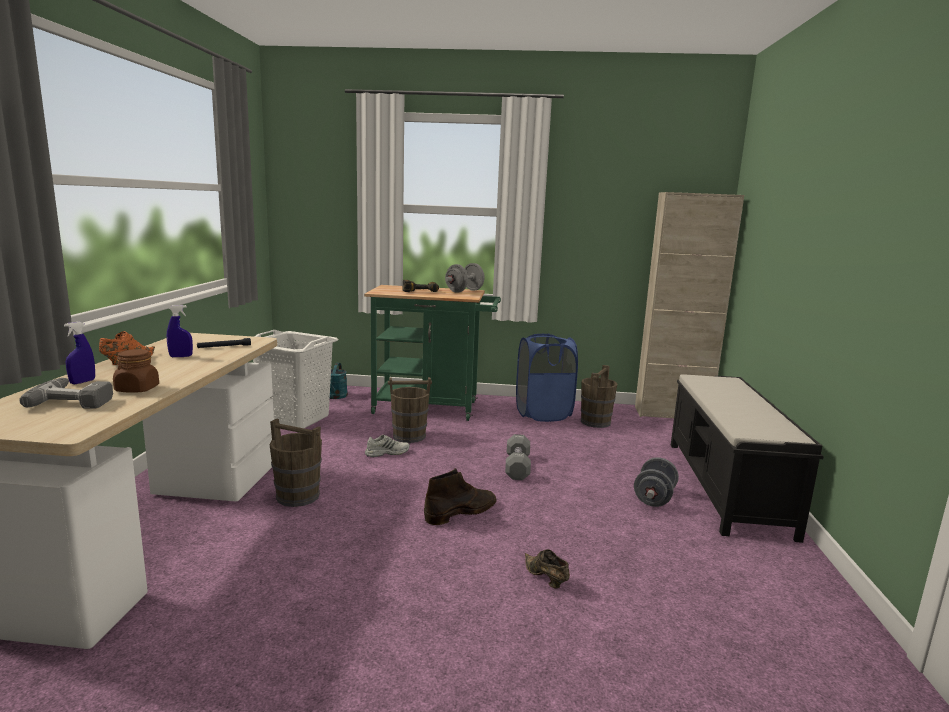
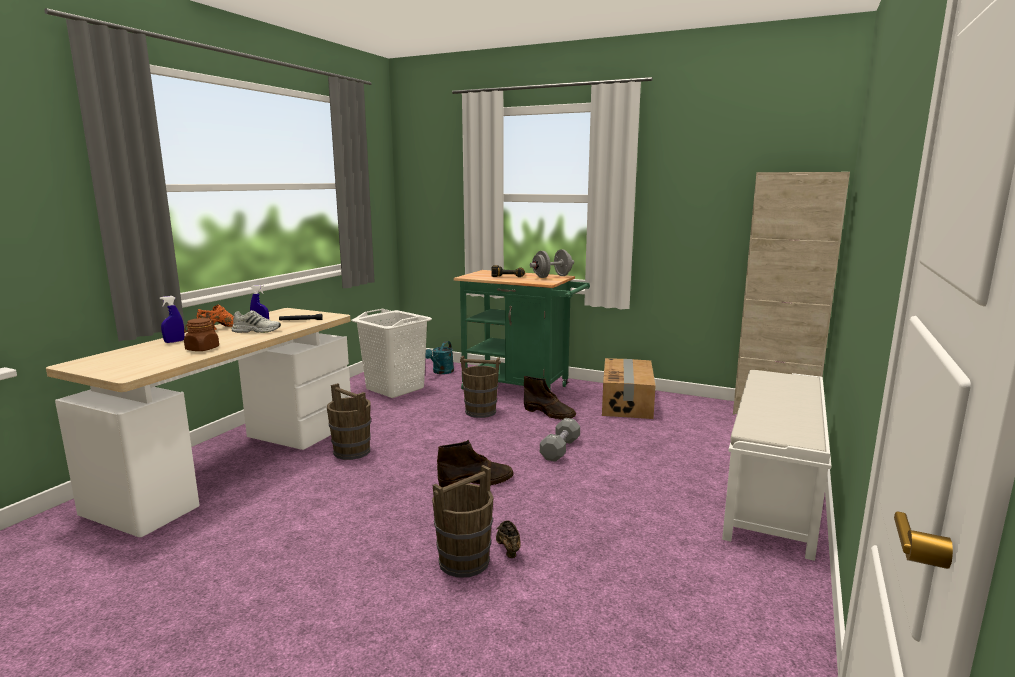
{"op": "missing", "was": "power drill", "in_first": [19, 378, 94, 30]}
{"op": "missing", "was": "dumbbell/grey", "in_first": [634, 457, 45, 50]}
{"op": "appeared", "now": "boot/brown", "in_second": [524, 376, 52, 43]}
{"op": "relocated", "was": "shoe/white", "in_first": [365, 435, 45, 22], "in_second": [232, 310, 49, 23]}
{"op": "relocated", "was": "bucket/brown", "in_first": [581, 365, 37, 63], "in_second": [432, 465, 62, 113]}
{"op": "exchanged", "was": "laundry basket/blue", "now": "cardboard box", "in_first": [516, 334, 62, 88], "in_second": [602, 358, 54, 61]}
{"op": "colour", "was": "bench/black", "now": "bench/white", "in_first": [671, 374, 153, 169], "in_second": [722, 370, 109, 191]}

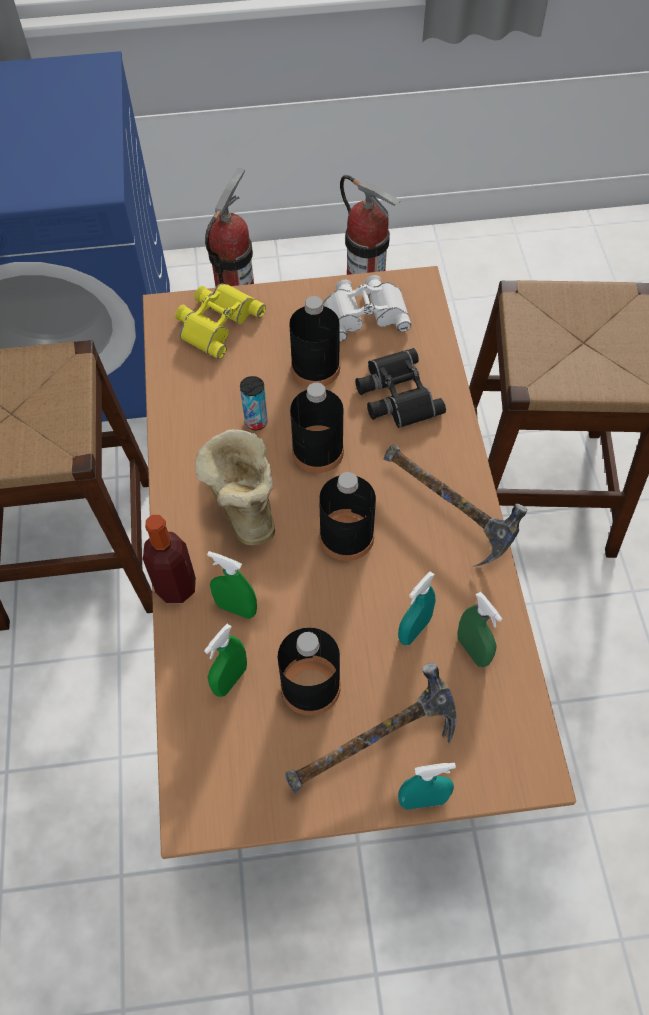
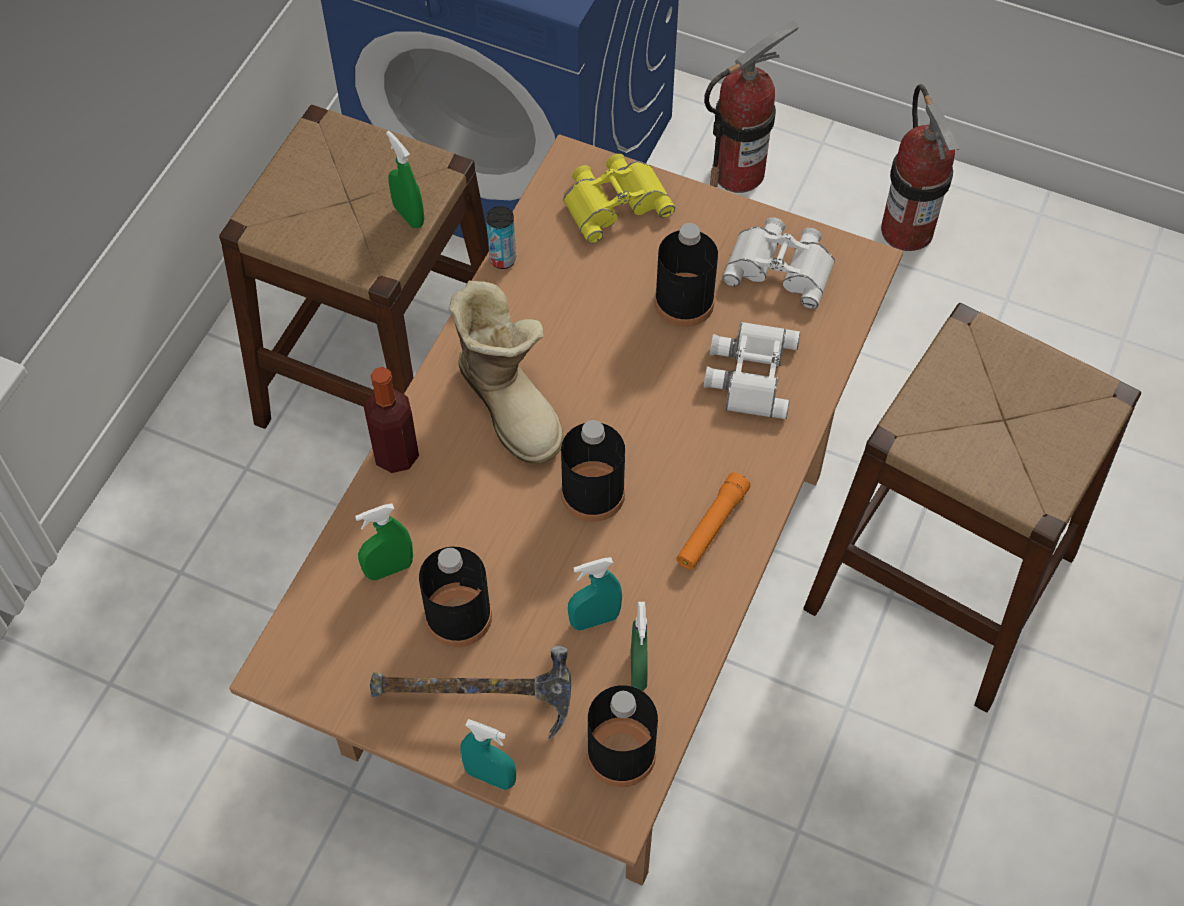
{"op": "relocated", "was": "spray bottle/green", "in_first": [207, 551, 50, 68], "in_second": [386, 131, 38, 97]}
{"op": "relocated", "was": "can", "in_first": [240, 376, 28, 54], "in_second": [486, 206, 30, 63]}
{"op": "relocated", "was": "bottle/black", "in_first": [290, 382, 54, 91], "in_second": [587, 685, 71, 102]}
{"op": "exchanged", "was": "hammer", "now": "flashlight/orange", "in_first": [384, 444, 144, 123], "in_second": [676, 472, 75, 98]}
{"op": "colour", "was": "binoculars/black", "now": "binoculars/white", "in_first": [355, 348, 91, 80], "in_second": [704, 322, 96, 97]}
{"op": "spun", "was": "boot", "in_first": [195, 429, 80, 116], "in_second": [449, 281, 115, 183], "clockwise": 135}

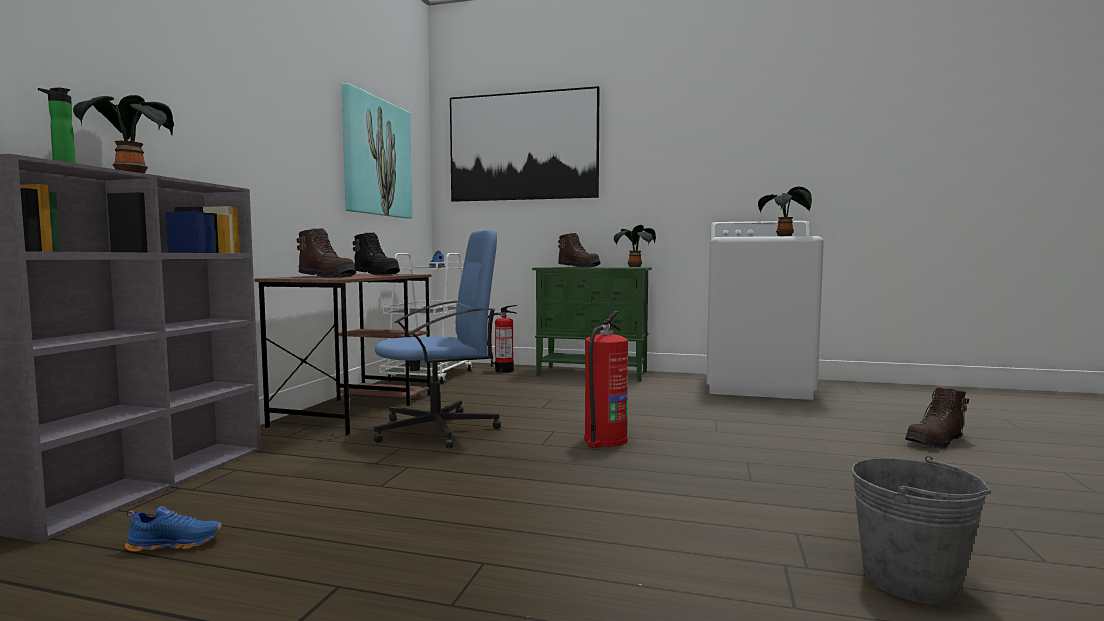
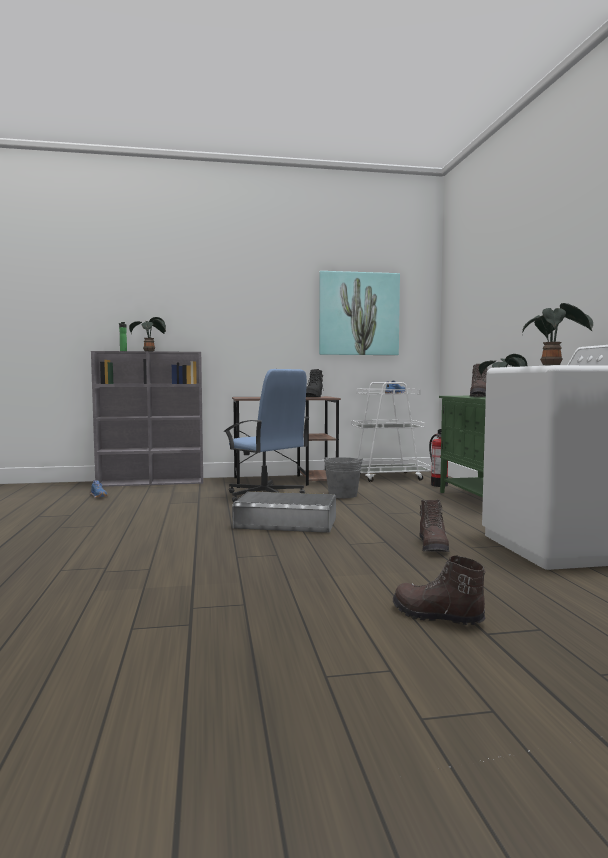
{"op": "missing", "was": "picture", "in_first": [450, 86, 150, 116]}
{"op": "relocated", "was": "boot/brown", "in_first": [297, 228, 59, 50], "in_second": [420, 500, 29, 52]}
{"op": "relocated", "was": "bucket/grey", "in_first": [851, 456, 140, 148], "in_second": [324, 457, 39, 41]}
{"op": "exchanged", "was": "fire extinguisher", "now": "storage box/grey", "in_first": [584, 311, 44, 137], "in_second": [232, 491, 104, 42]}

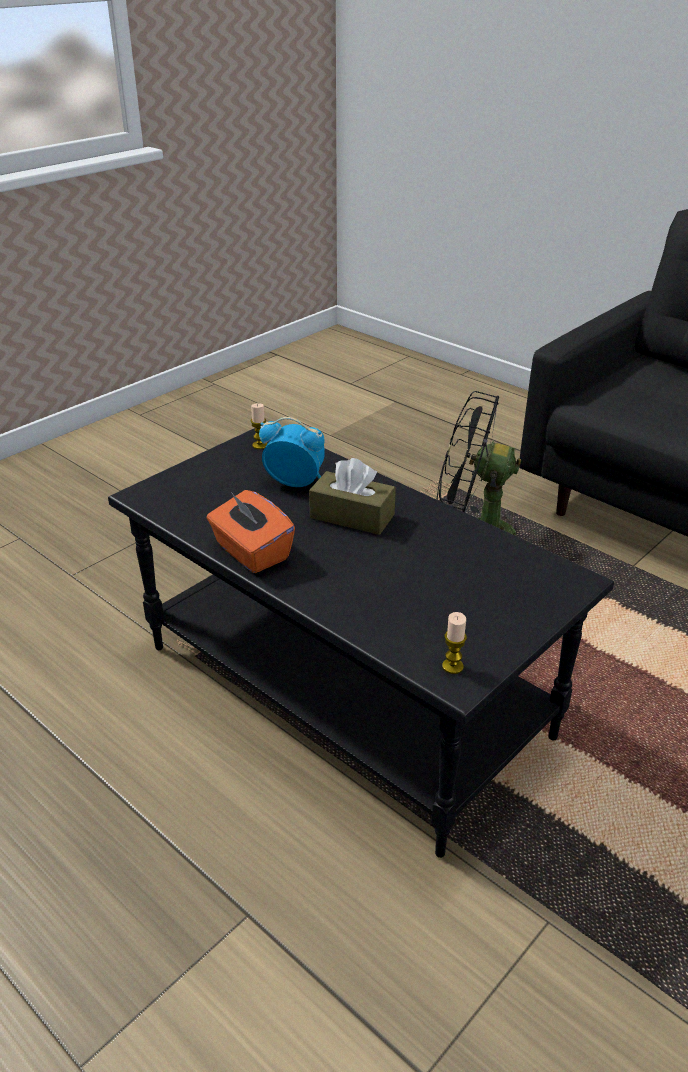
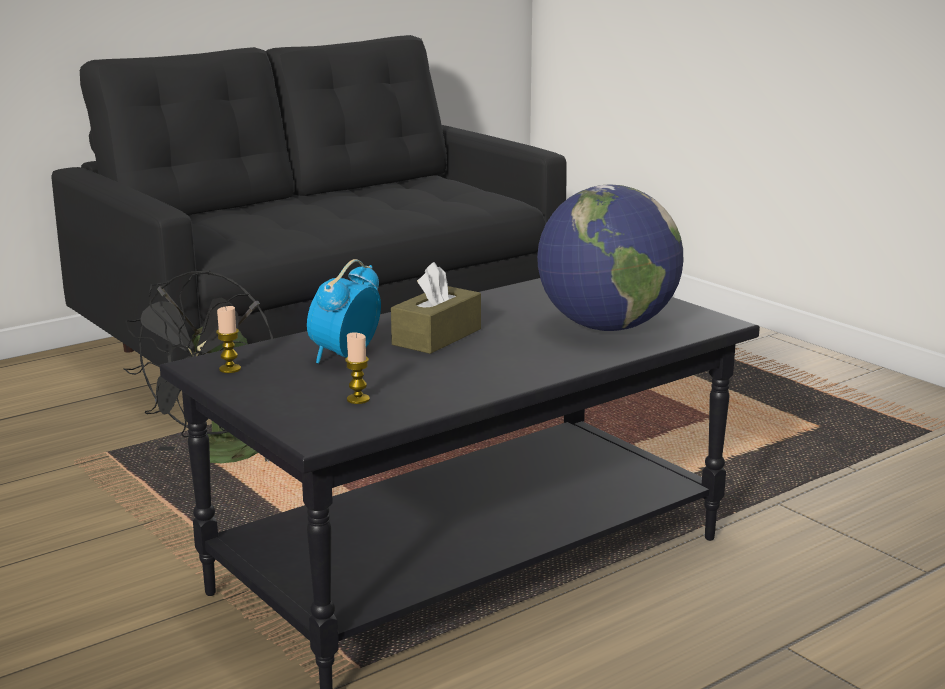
{"op": "missing", "was": "tissue box/orange", "in_first": [207, 490, 88, 83]}
{"op": "appeared", "now": "globe", "in_second": [537, 184, 146, 147]}
{"op": "relocated", "was": "candle", "in_first": [442, 612, 25, 62], "in_second": [345, 332, 25, 72]}

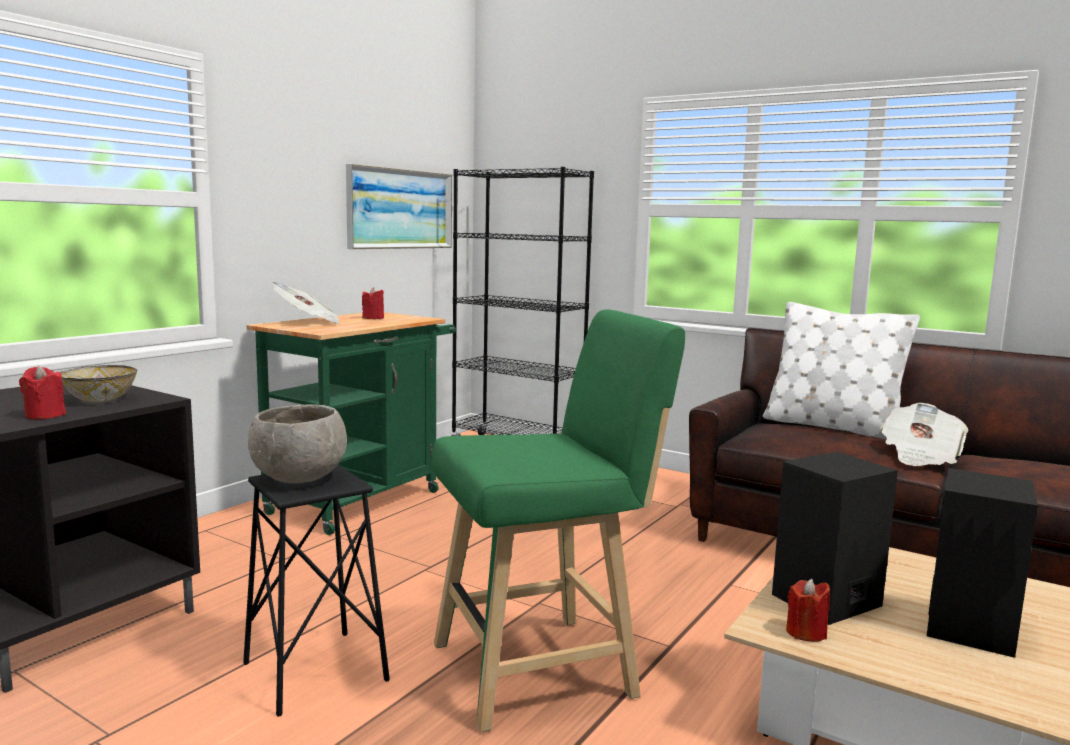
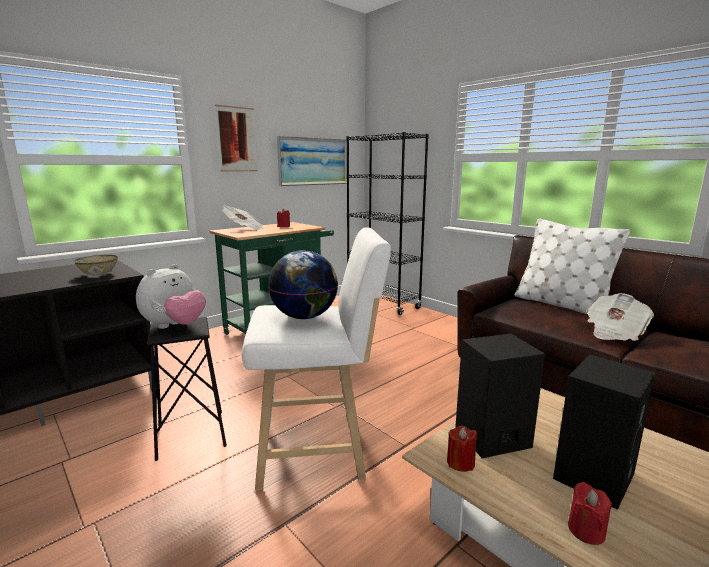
{"op": "appeared", "now": "picture", "in_second": [215, 105, 42, 67]}
{"op": "appeared", "now": "globe", "in_second": [268, 250, 70, 69]}
{"op": "relocated", "was": "candle/red", "in_first": [19, 366, 47, 53], "in_second": [568, 482, 44, 63]}
{"op": "exchanged", "was": "bowl/grey", "now": "plush toy", "in_first": [248, 404, 99, 80], "in_second": [136, 264, 70, 65]}
{"op": "colour", "was": "stool/green", "now": "stool/white", "in_first": [432, 310, 253, 422], "in_second": [242, 227, 149, 263]}

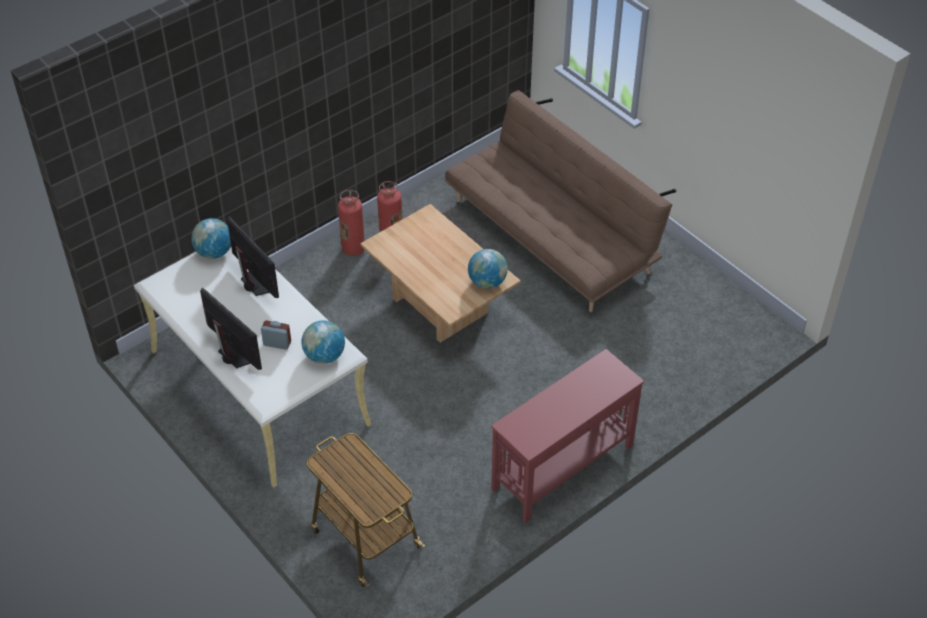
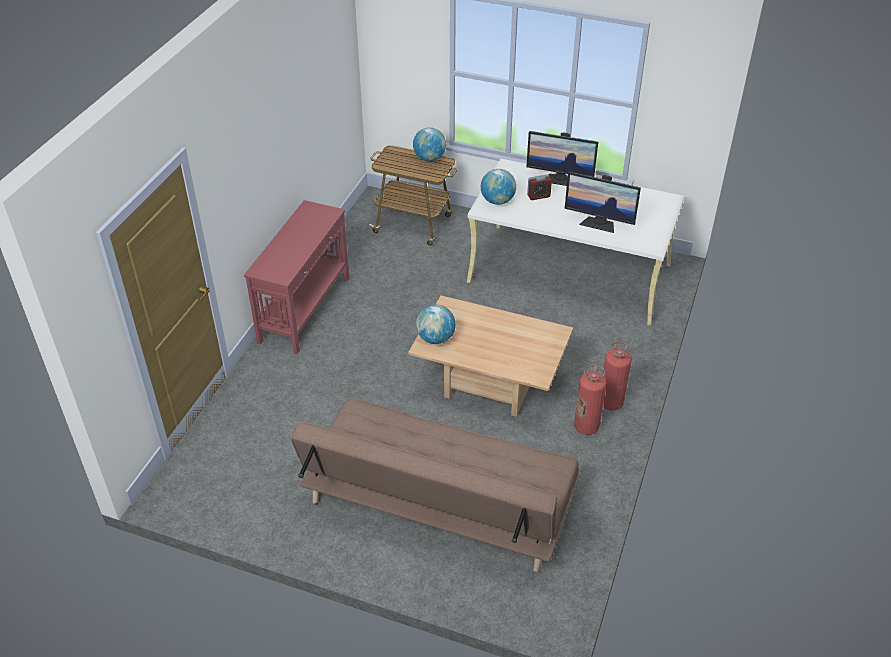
{"op": "relocated", "was": "globe", "in_first": [191, 218, 40, 41], "in_second": [413, 127, 33, 34]}

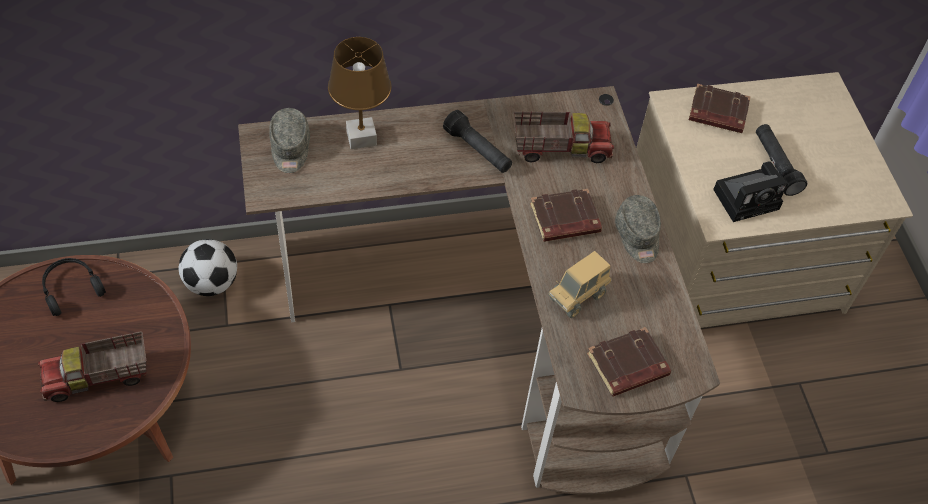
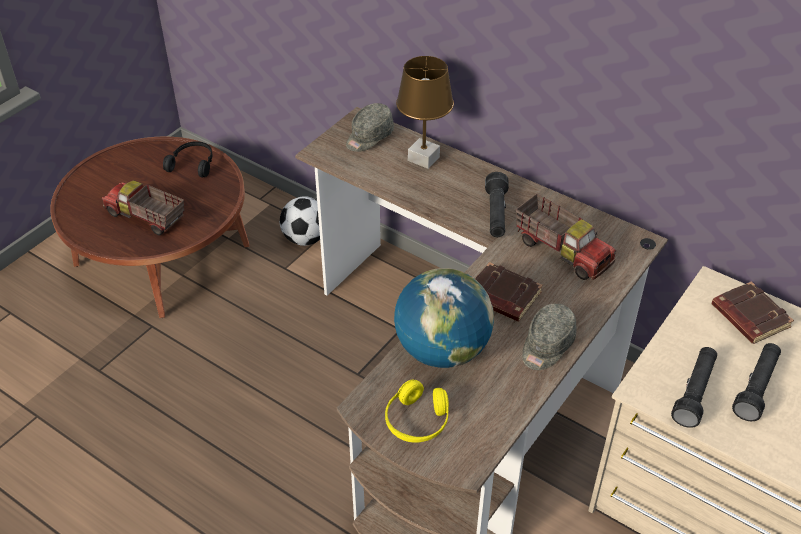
{"op": "exchanged", "was": "toy truck", "now": "globe", "in_first": [548, 251, 64, 67], "in_second": [394, 268, 100, 100]}
{"op": "exchanged", "was": "book/brown", "now": "headphones/yellow", "in_first": [587, 327, 84, 70], "in_second": [385, 380, 64, 63]}
{"op": "exchanged", "was": "photo camera", "now": "flashlight/black", "in_first": [713, 161, 74, 61], "in_second": [671, 347, 46, 81]}

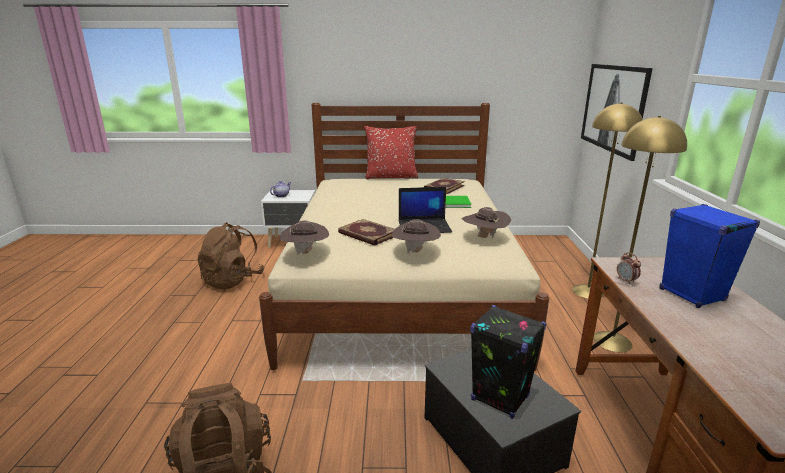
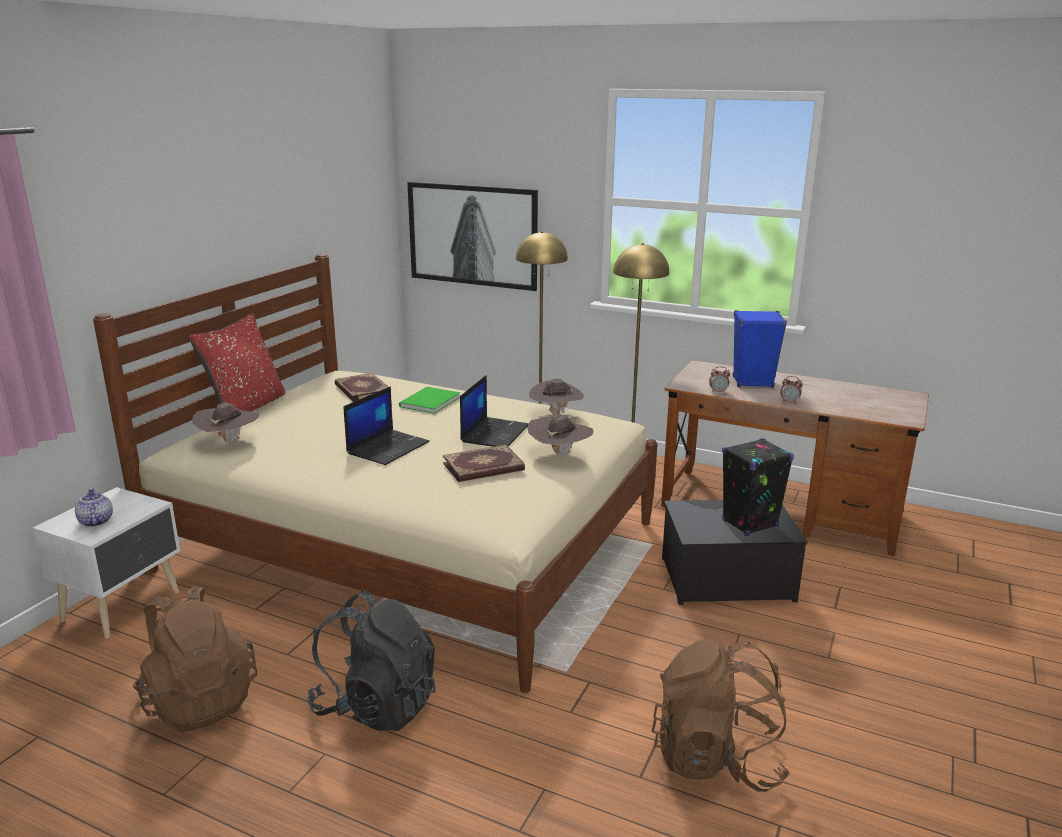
{"op": "appeared", "now": "backpack/black", "in_second": [307, 590, 129, 141]}
{"op": "appeared", "now": "laptop", "in_second": [344, 386, 86, 79]}
{"op": "appeared", "now": "alarm clock", "in_second": [781, 376, 22, 28]}
{"op": "relocated", "was": "hat/brown", "in_first": [279, 220, 50, 35], "in_second": [192, 403, 67, 43]}

